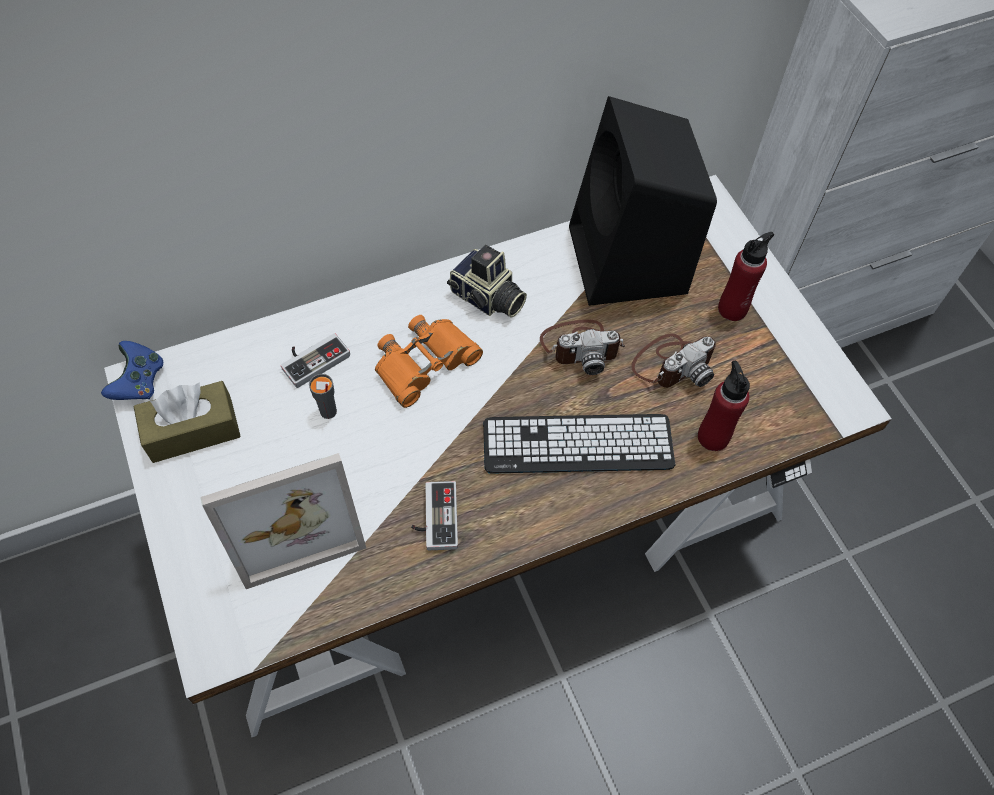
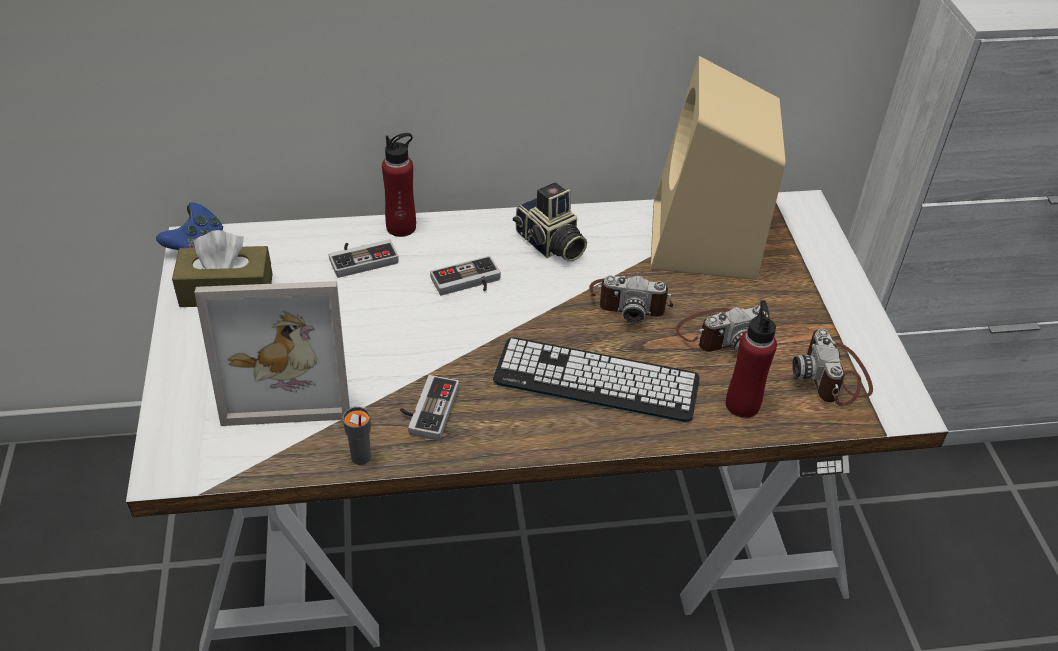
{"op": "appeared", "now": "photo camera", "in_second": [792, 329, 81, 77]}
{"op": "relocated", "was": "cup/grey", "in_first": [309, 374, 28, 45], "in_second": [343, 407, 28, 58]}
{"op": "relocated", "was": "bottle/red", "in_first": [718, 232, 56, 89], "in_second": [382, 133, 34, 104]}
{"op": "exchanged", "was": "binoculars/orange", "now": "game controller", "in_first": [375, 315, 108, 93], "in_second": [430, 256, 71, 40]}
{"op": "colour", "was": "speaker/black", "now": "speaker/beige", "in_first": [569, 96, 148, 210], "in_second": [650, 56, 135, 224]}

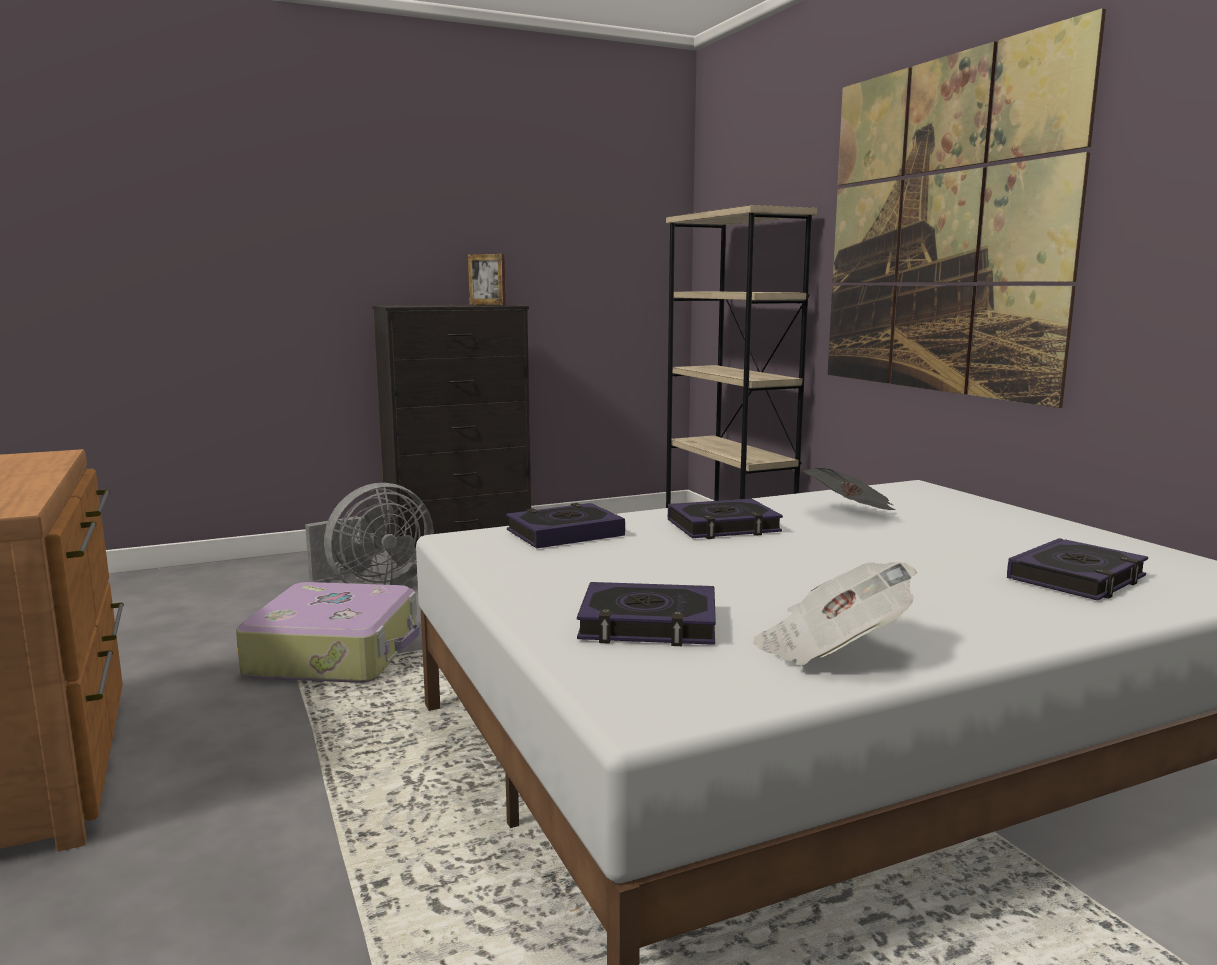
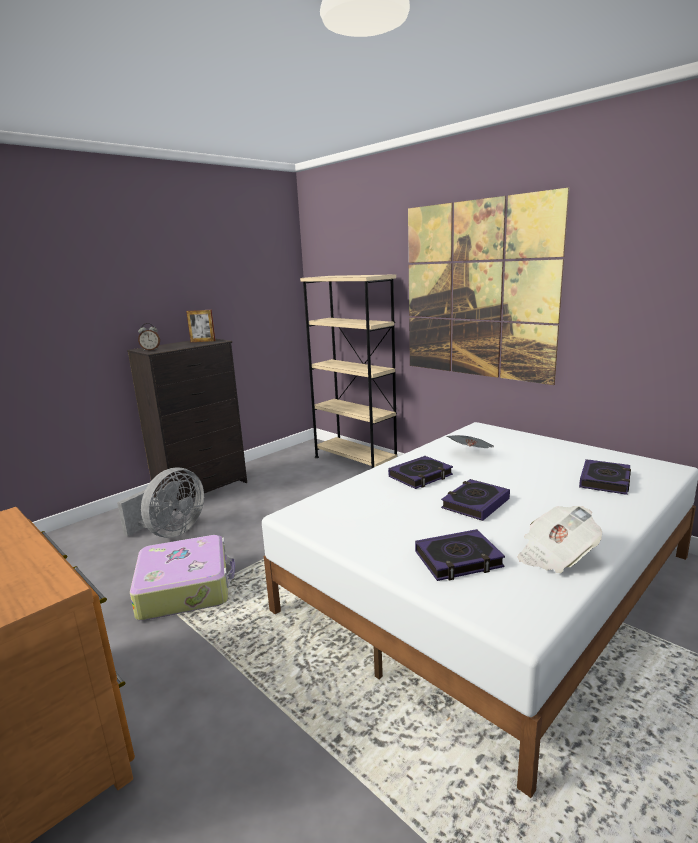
{"op": "appeared", "now": "alarm clock", "in_second": [138, 323, 22, 28]}
{"op": "relocated", "was": "book", "in_first": [506, 503, 119, 45], "in_second": [441, 479, 69, 42]}

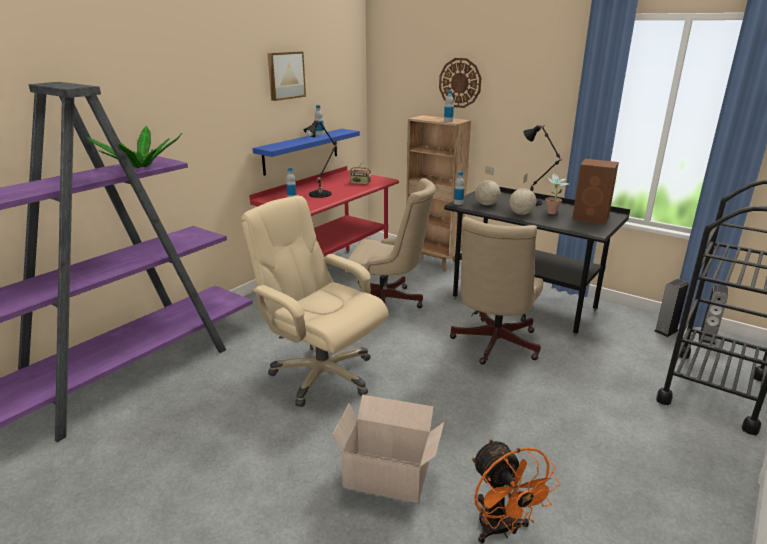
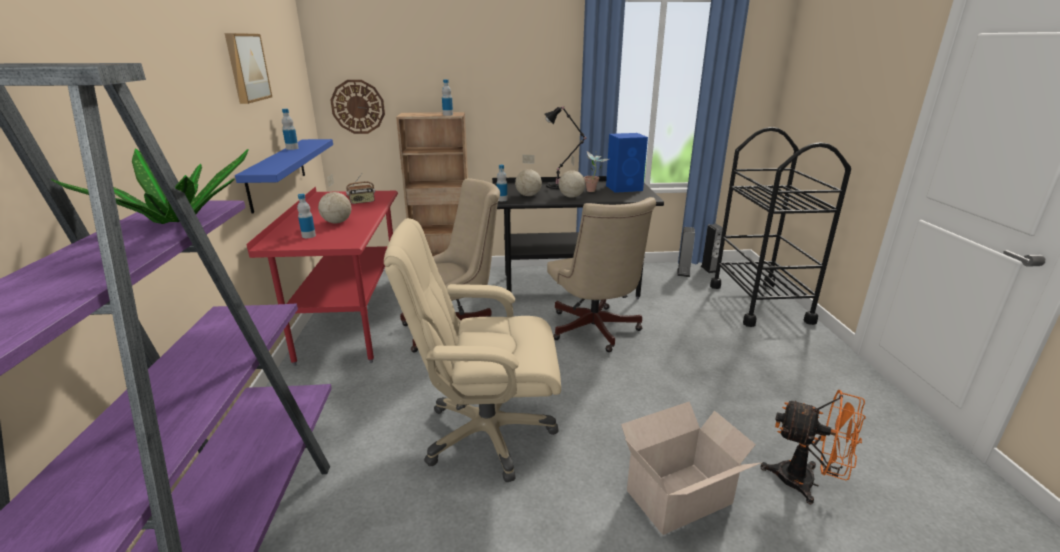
{"op": "relocated", "was": "wall clock", "in_first": [439, 58, 42, 50], "in_second": [330, 80, 55, 54]}
{"op": "exchanged", "was": "table lamp/black", "now": "globe", "in_first": [304, 120, 33, 78], "in_second": [318, 174, 33, 49]}
{"op": "colour", "was": "speaker/brown", "now": "speaker/blue", "in_first": [572, 159, 47, 65], "in_second": [606, 133, 42, 60]}

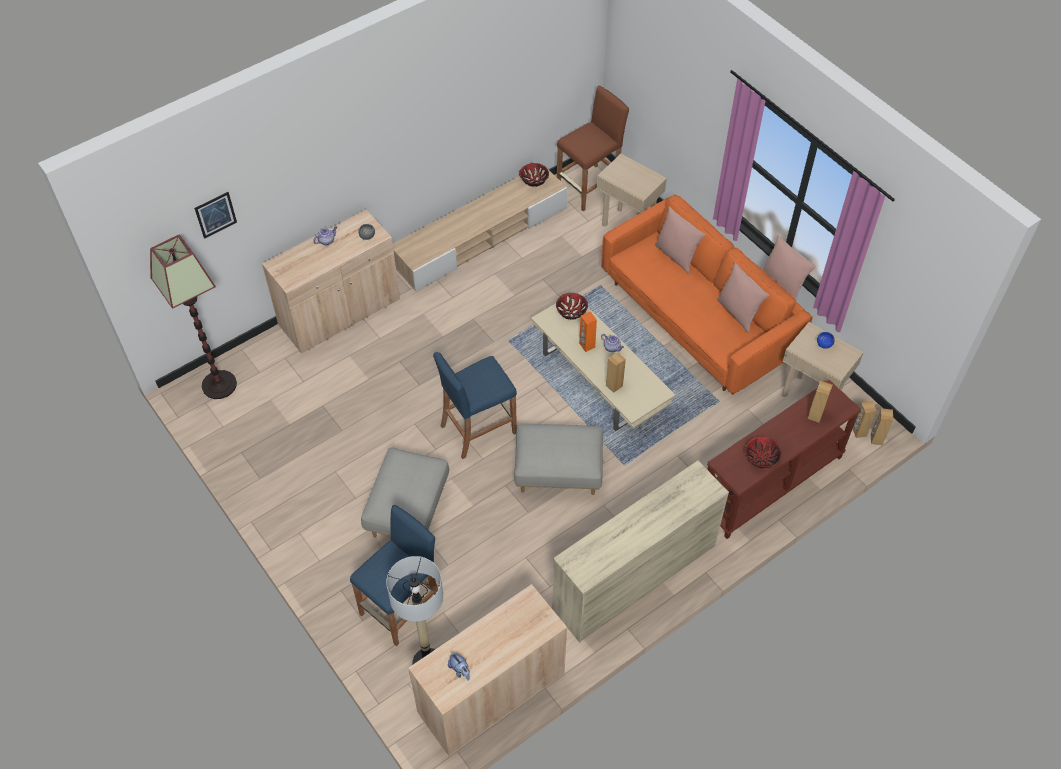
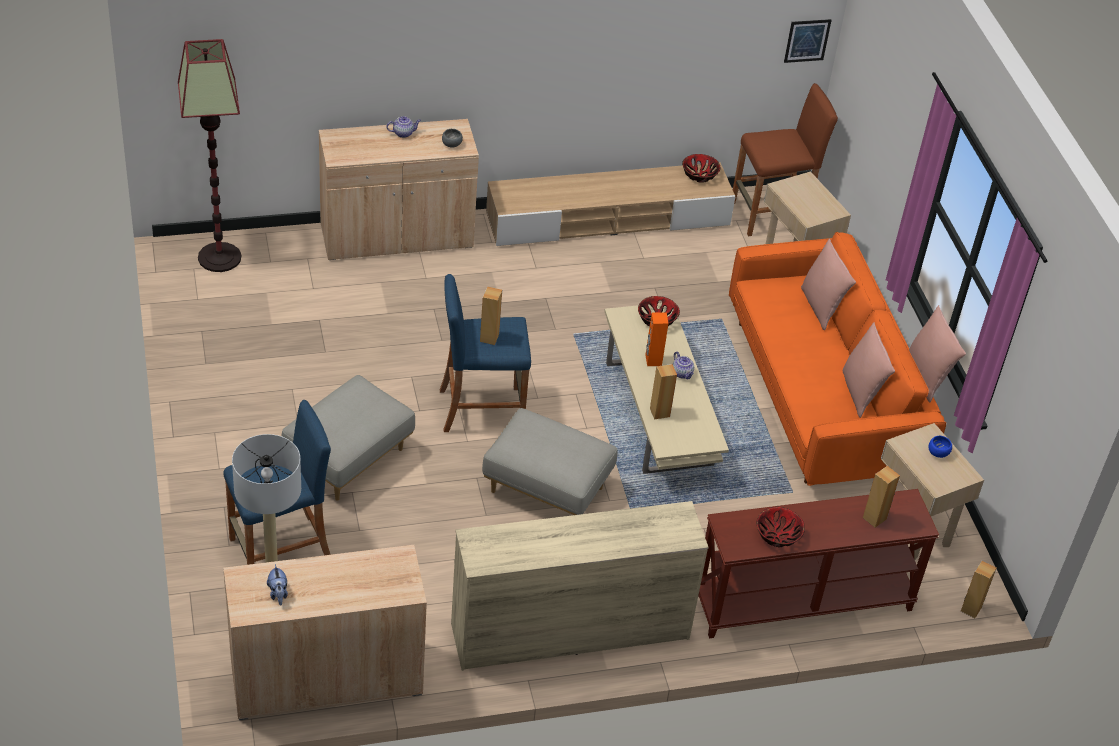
{"op": "relocated", "was": "picture", "in_first": [194, 192, 43, 47], "in_second": [784, 19, 48, 44]}
{"op": "relocated", "was": "speaker/brown", "in_first": [853, 401, 24, 37], "in_second": [480, 286, 22, 59]}

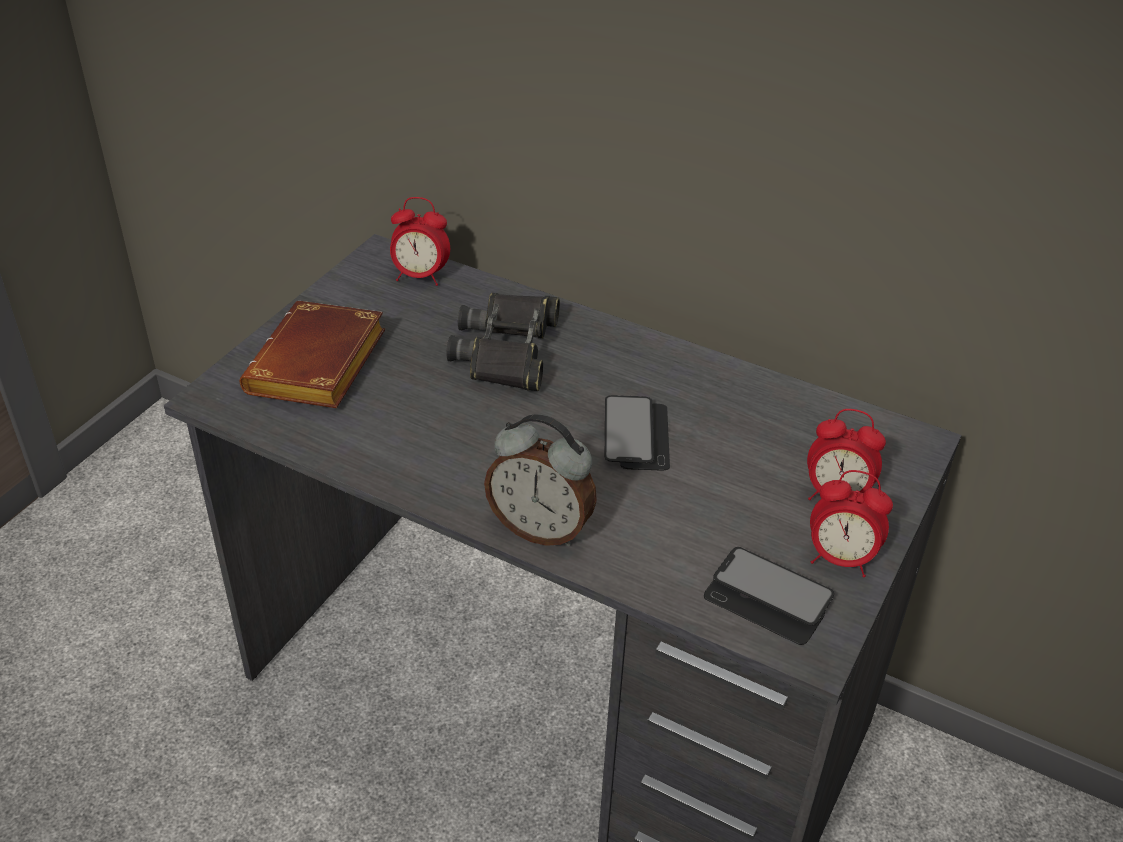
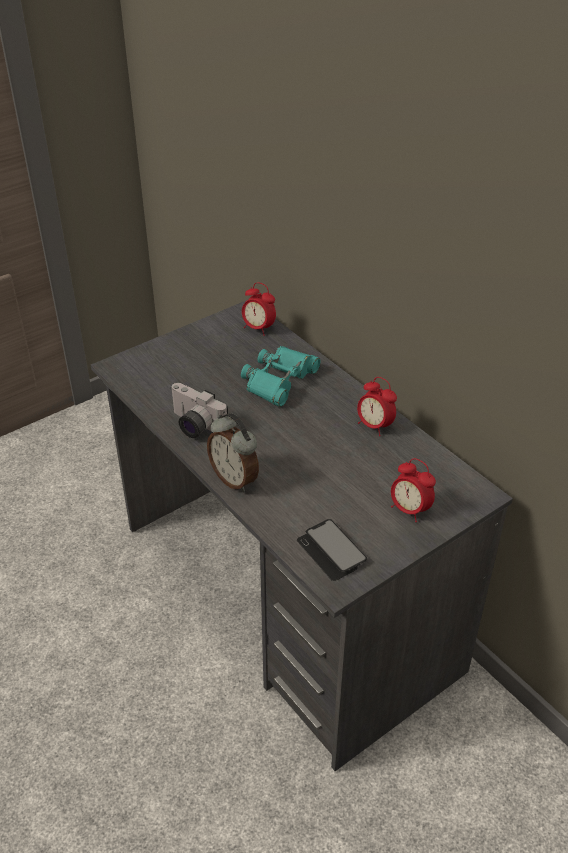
{"op": "missing", "was": "book/brown", "in_first": [240, 301, 145, 107]}
{"op": "missing", "was": "phone", "in_first": [605, 395, 65, 76]}
{"op": "appeared", "now": "photo camera", "in_second": [170, 383, 58, 55]}
{"op": "relocated", "was": "alarm clock", "in_first": [810, 470, 83, 107], "in_second": [357, 377, 40, 59]}
{"op": "colour", "was": "binoculars/black", "now": "binoculars/turquoise", "in_first": [447, 293, 113, 98], "in_second": [241, 346, 80, 61]}

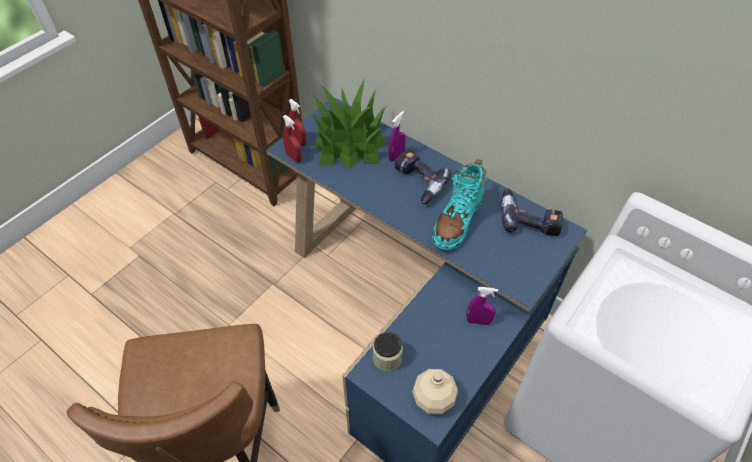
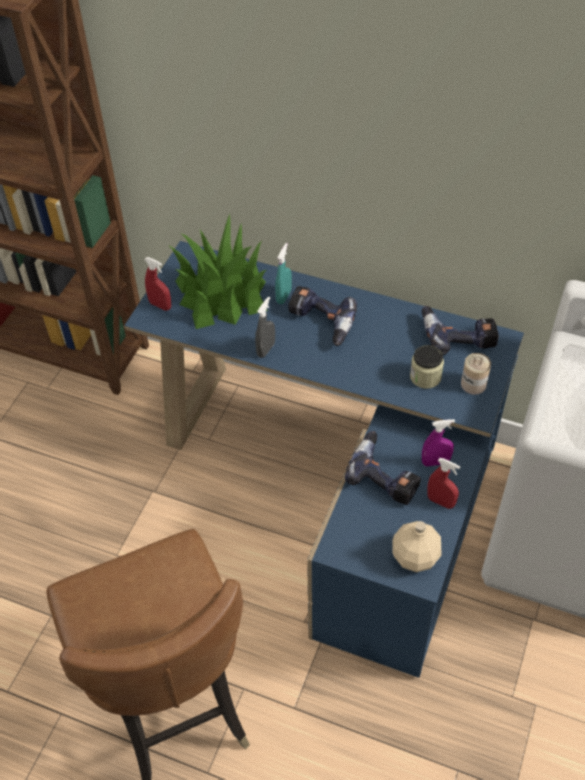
{"op": "missing", "was": "boot/turquoise", "in_first": [432, 159, 55, 91]}
{"op": "appeared", "now": "spray bottle/grey", "in_second": [255, 297, 20, 61]}
{"op": "appeared", "now": "power drill", "in_second": [345, 431, 76, 74]}
{"op": "appeared", "now": "can", "in_second": [461, 353, 30, 42]}
{"op": "relocated", "was": "spray bottle/red", "in_first": [283, 115, 19, 47], "in_second": [427, 458, 33, 51]}
{"op": "relocated", "was": "jar", "in_first": [373, 332, 30, 39], "in_second": [410, 345, 34, 44]}
{"op": "colour", "was": "spray bottle/purple", "now": "spray bottle/turquoise", "in_first": [388, 111, 18, 50], "in_second": [275, 243, 17, 61]}

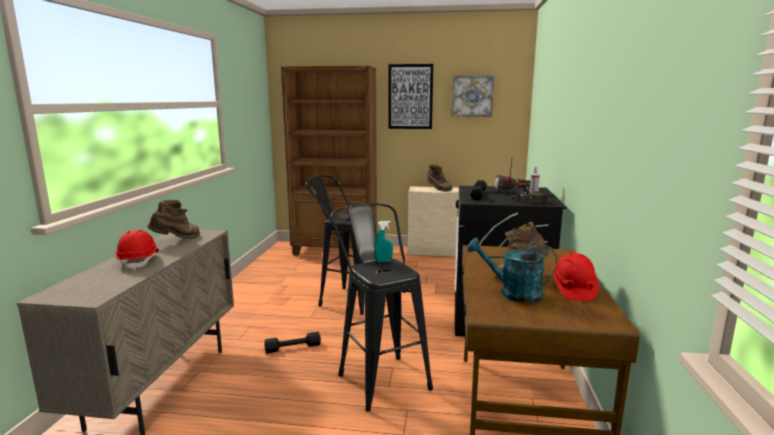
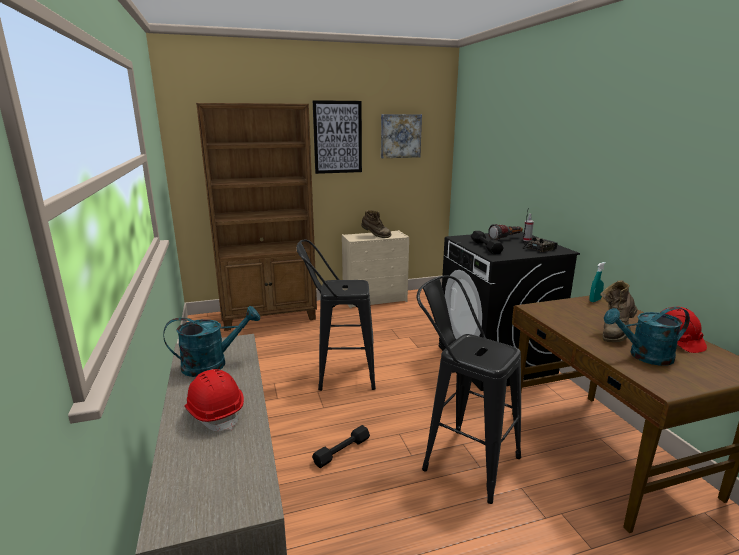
{"op": "relocated", "was": "spray bottle/turquoise", "in_first": [374, 221, 19, 41], "in_second": [589, 262, 17, 40]}
{"op": "exchanged", "was": "boot/brown", "now": "watering can/turquoise", "in_first": [147, 200, 53, 39], "in_second": [163, 306, 97, 71]}

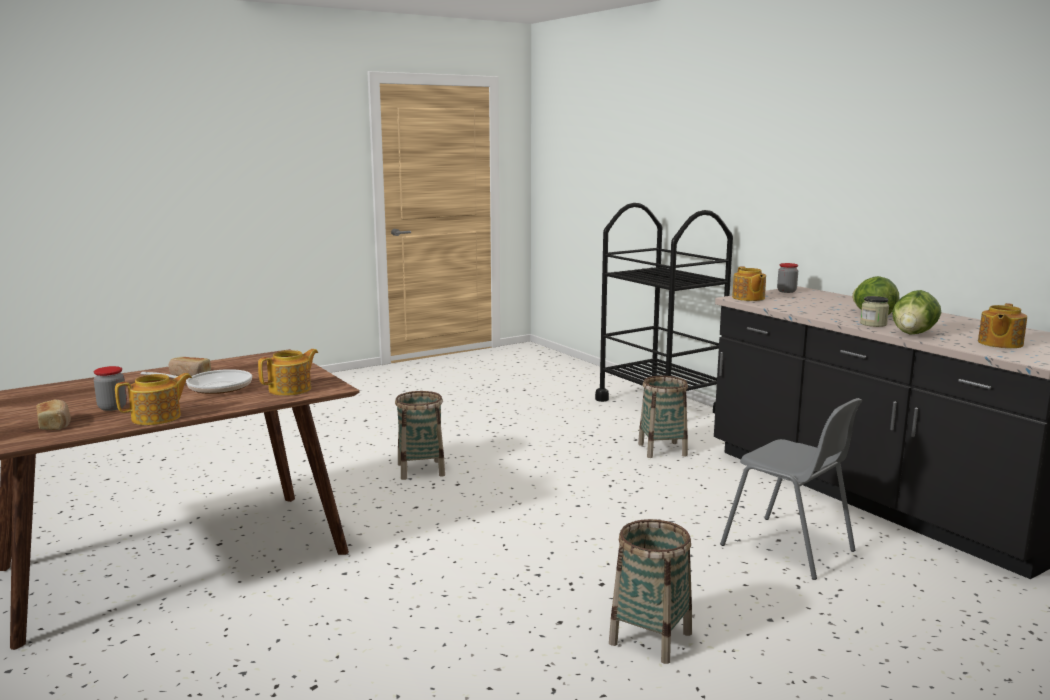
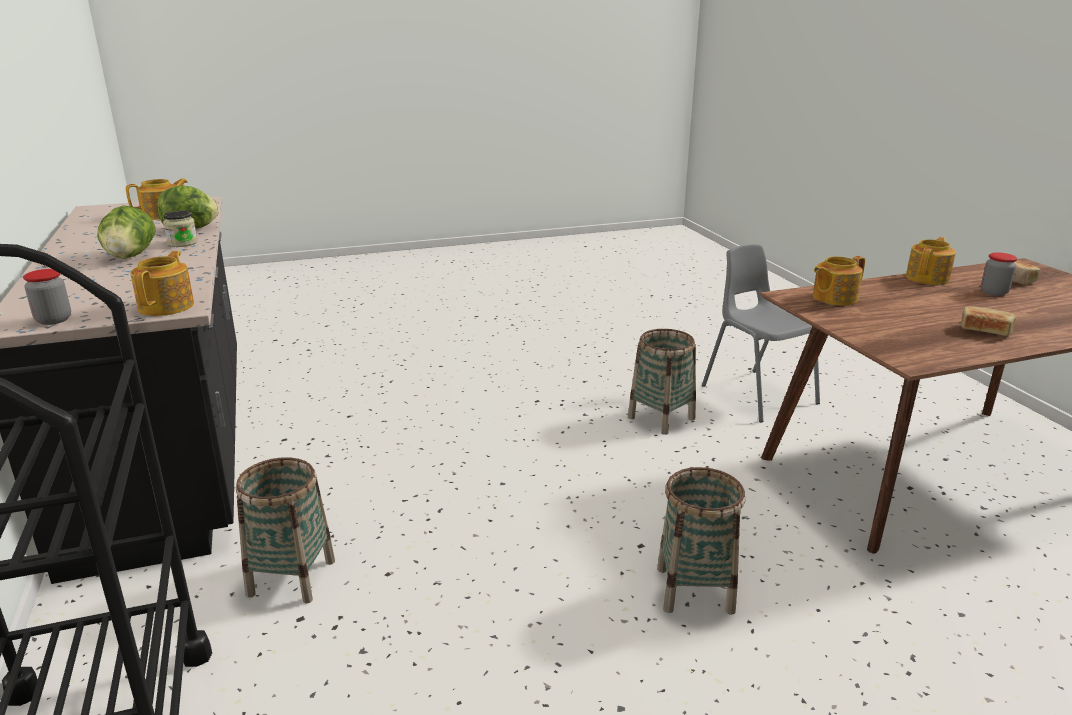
{"op": "missing", "was": "frying pan", "in_first": [141, 369, 111, 25]}
{"op": "relocated", "was": "basket", "in_first": [609, 519, 83, 145], "in_second": [628, 329, 68, 106]}
{"op": "relocated", "was": "chair/grey", "in_first": [720, 398, 142, 182], "in_second": [702, 244, 118, 178]}
{"op": "spun", "was": "teapot", "in_first": [115, 373, 77, 52], "in_second": [906, 237, 50, 48], "clockwise": 150}

